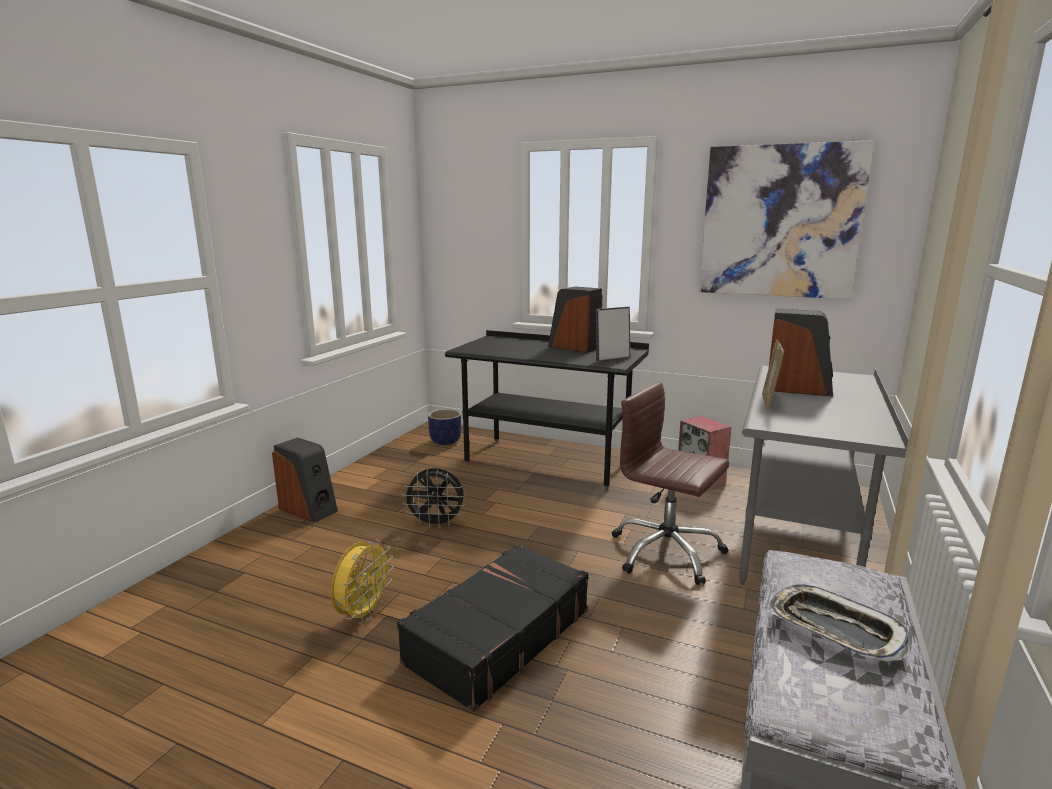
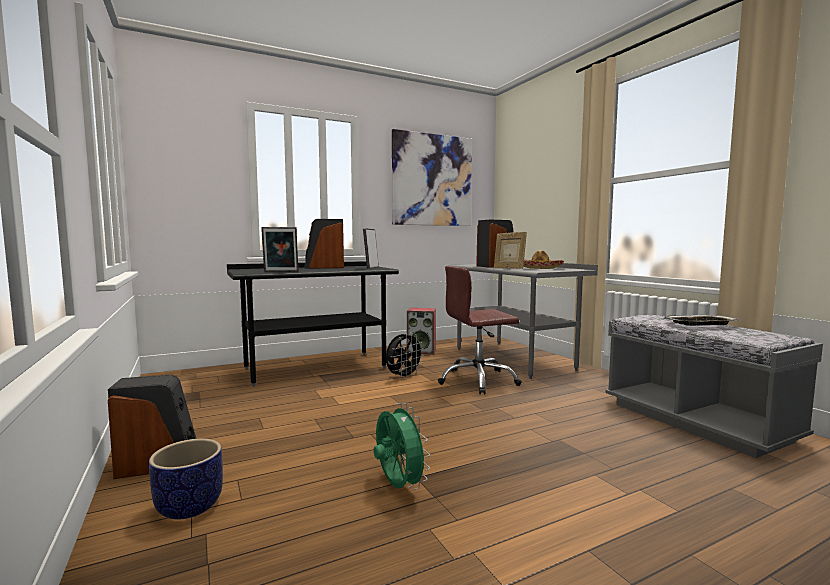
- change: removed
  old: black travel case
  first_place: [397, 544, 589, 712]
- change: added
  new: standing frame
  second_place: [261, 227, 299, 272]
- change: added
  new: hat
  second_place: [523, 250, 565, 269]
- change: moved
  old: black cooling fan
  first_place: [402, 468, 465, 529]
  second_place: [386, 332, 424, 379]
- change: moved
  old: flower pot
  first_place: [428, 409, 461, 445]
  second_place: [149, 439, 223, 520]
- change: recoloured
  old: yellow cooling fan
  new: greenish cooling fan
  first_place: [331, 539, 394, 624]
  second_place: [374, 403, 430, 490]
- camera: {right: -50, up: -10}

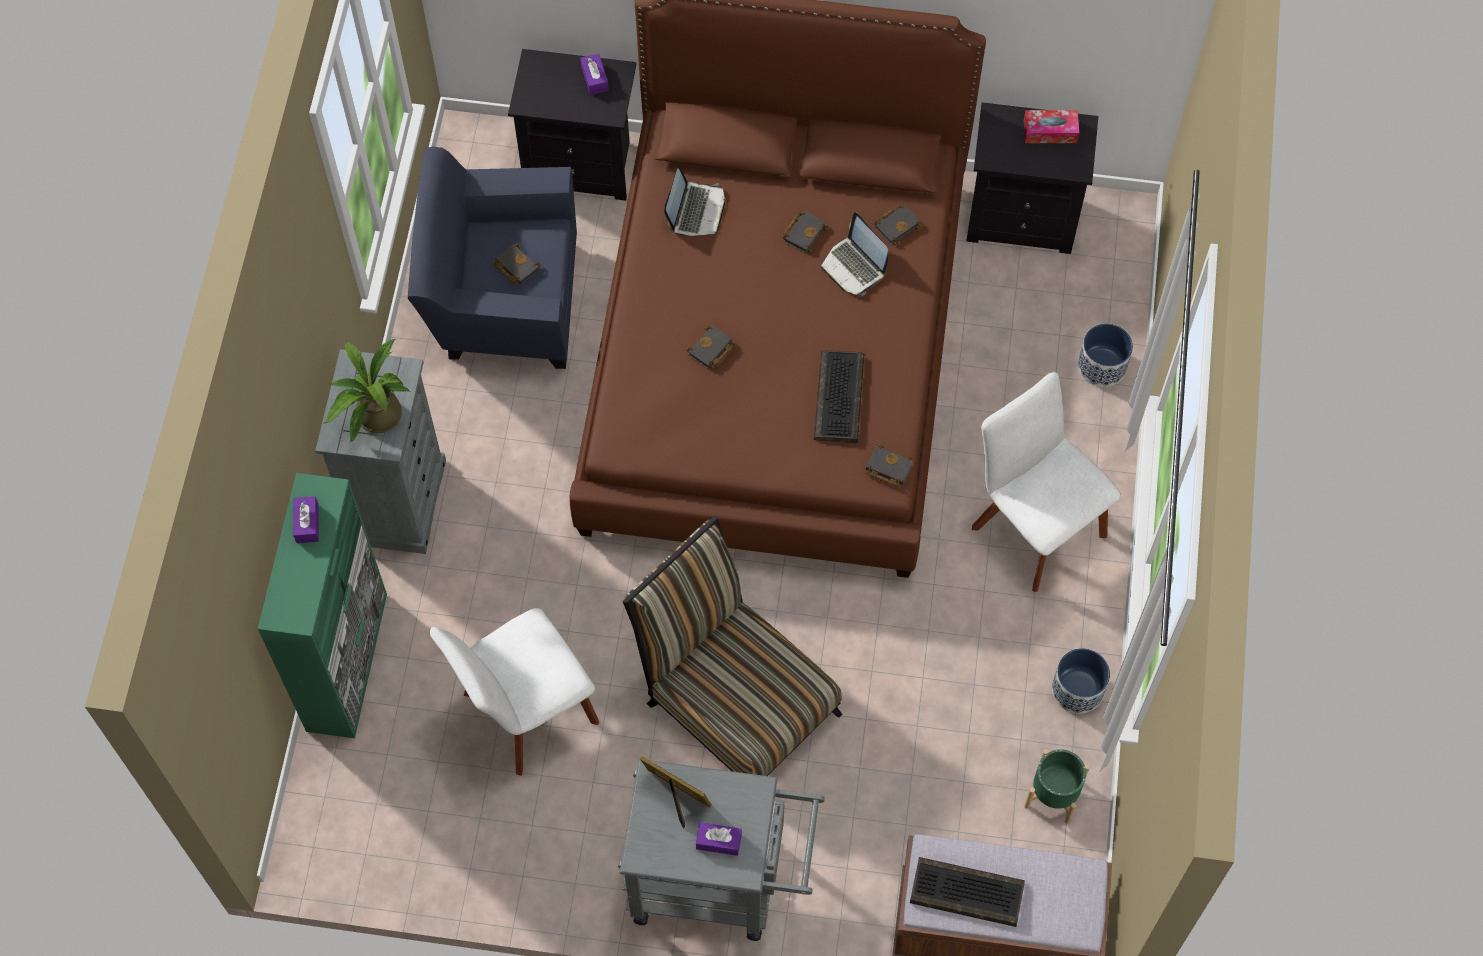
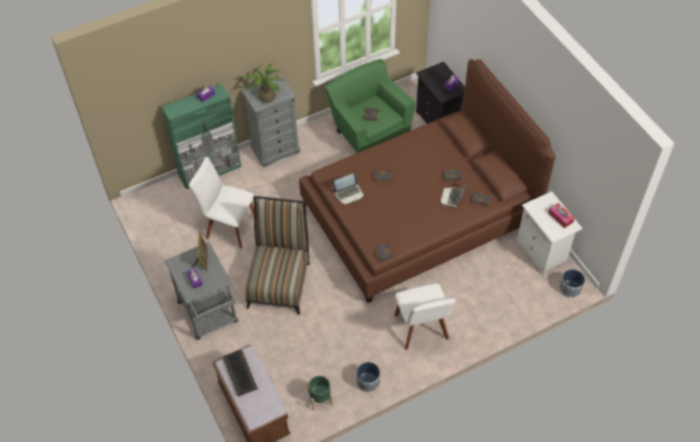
- change: removed
  old: keyboard
  first_place: [814, 350, 864, 443]
- change: moved
  old: notebook computer
  first_place: [664, 167, 725, 236]
  second_place: [332, 174, 365, 205]
- change: moved
  old: flower pot
  first_place: [1078, 323, 1133, 387]
  second_place: [559, 269, 585, 298]
- change: recoloured
  old: bluish easy chair
  new: greenish easy chair
  first_place: [408, 146, 577, 369]
  second_place: [325, 59, 416, 153]
- change: recoloured
  old: black nightstand
  new: white-coloured nightstand
  first_place: [966, 102, 1098, 254]
  second_place: [517, 191, 583, 276]
- change: turned
  old: white-coloured upright chair
  first_place: [972, 372, 1121, 592]
  second_place: [395, 283, 456, 350]
  degrees: 150
- camera: {right: 55, up: -10}

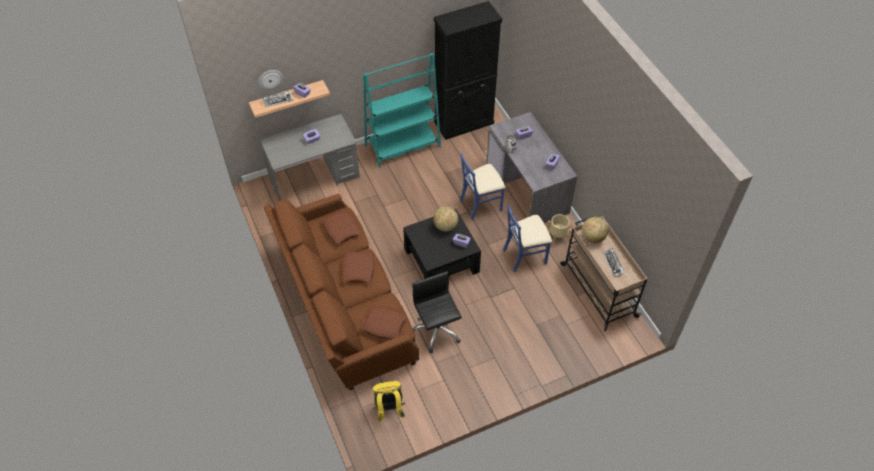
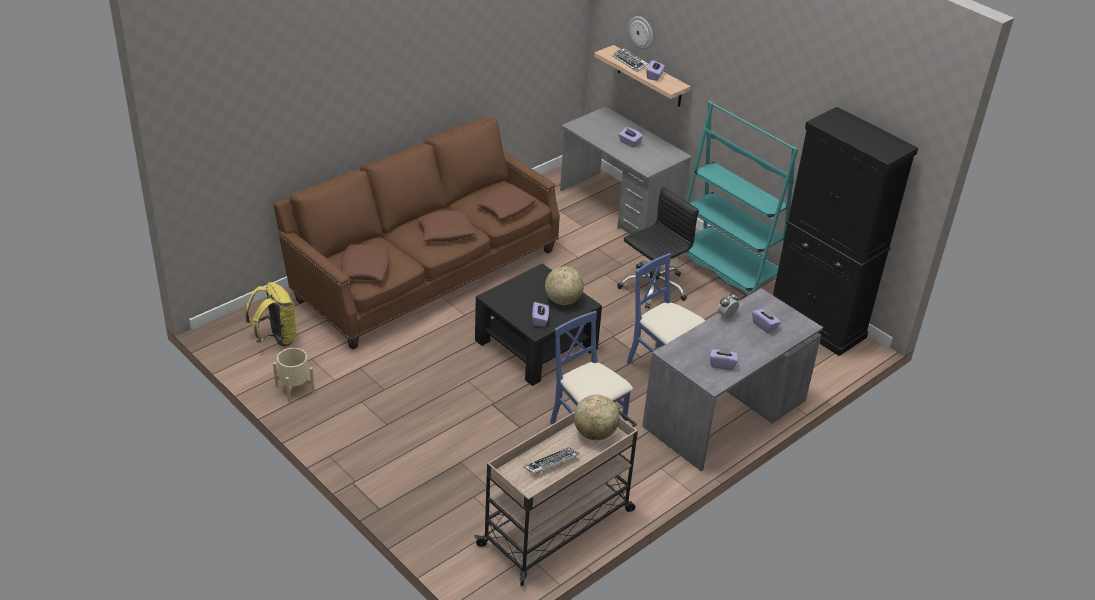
- change: moved
  old: black desk chair
  first_place: [412, 271, 462, 353]
  second_place: [617, 187, 699, 309]
- change: moved
  old: beige flower pot
  first_place: [547, 214, 571, 246]
  second_place: [273, 348, 315, 403]
- camera: {right: 70, up: -15}

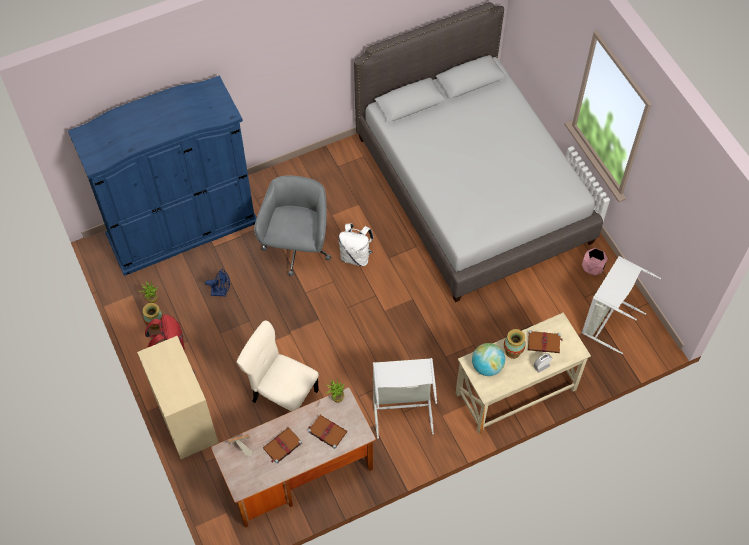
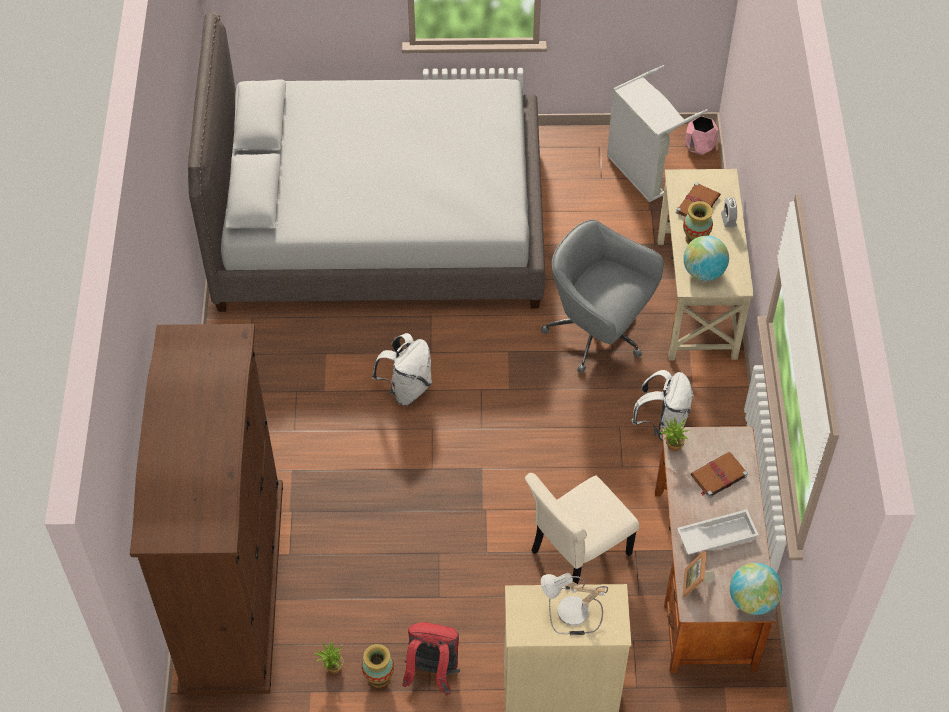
- change: removed
  old: bluish cooling fan
  first_place: [205, 269, 230, 297]
- change: added
  new: tabletop lamp
  second_place: [541, 573, 608, 635]
- change: added
  new: globe
  second_place: [730, 563, 782, 615]
- change: moved
  old: grey desk chair
  first_place: [254, 175, 331, 276]
  second_place: [541, 220, 664, 373]
- change: moved
  old: pink-coloured flower pot
  first_place: [582, 248, 608, 276]
  second_place: [685, 116, 719, 155]
- change: replaced
  old: brown book
  new: white-coloured tray
  first_place: [263, 427, 302, 464]
  second_place: [677, 509, 759, 555]
- change: replaced
  old: grey hamper
  new: white-coloured rucksack
  first_place: [373, 358, 437, 439]
  second_place: [632, 370, 694, 441]
- change: recoloured
  old: bluish clothes cupboard
  new: brown clothes cupboard
  first_place: [68, 75, 257, 276]
  second_place: [130, 324, 283, 695]
- camera: {right: -65, up: -5}

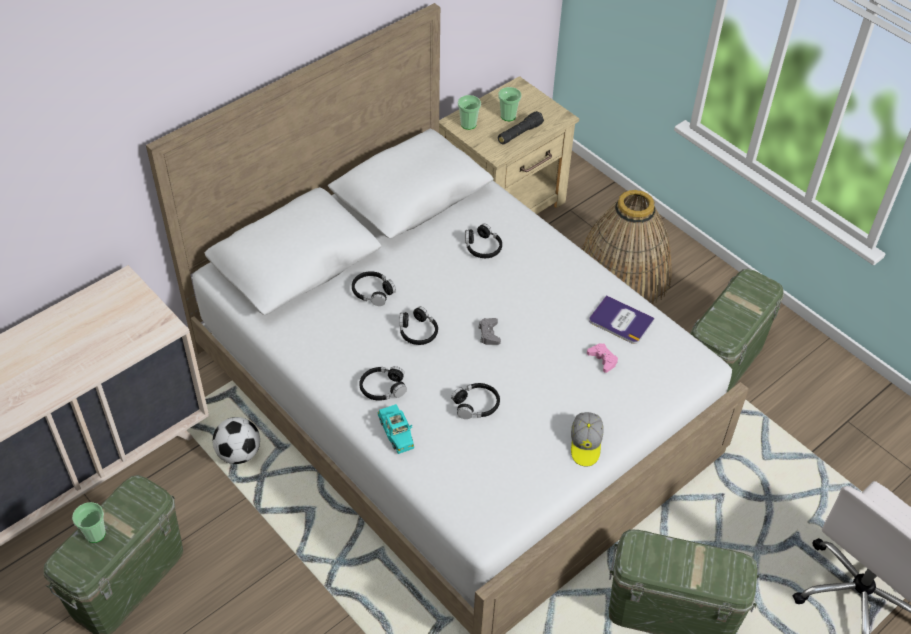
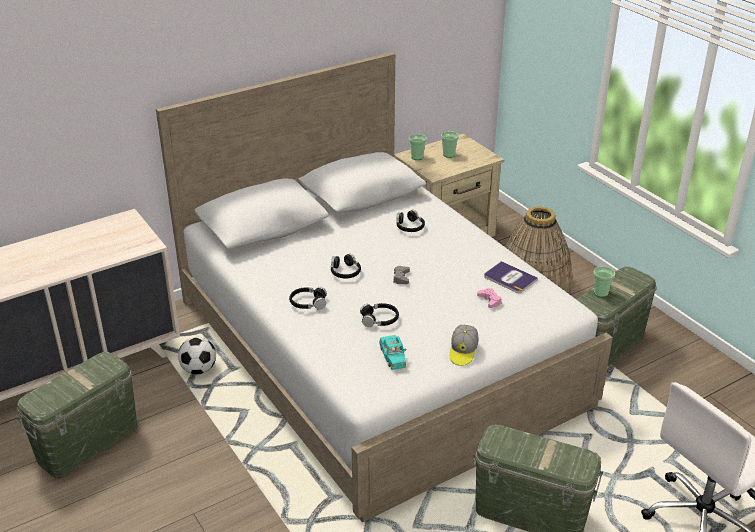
- change: removed
  old: black headphones
  first_place: [352, 271, 396, 306]
- change: removed
  old: black flashlight
  first_place: [498, 111, 544, 145]
- change: moved
  old: small cup
  first_place: [72, 502, 106, 543]
  second_place: [594, 266, 615, 297]
- change: moved
  old: blue-green miniature car
  first_place: [378, 404, 414, 454]
  second_place: [379, 335, 406, 370]
- camera: {right: 10, up: -15}

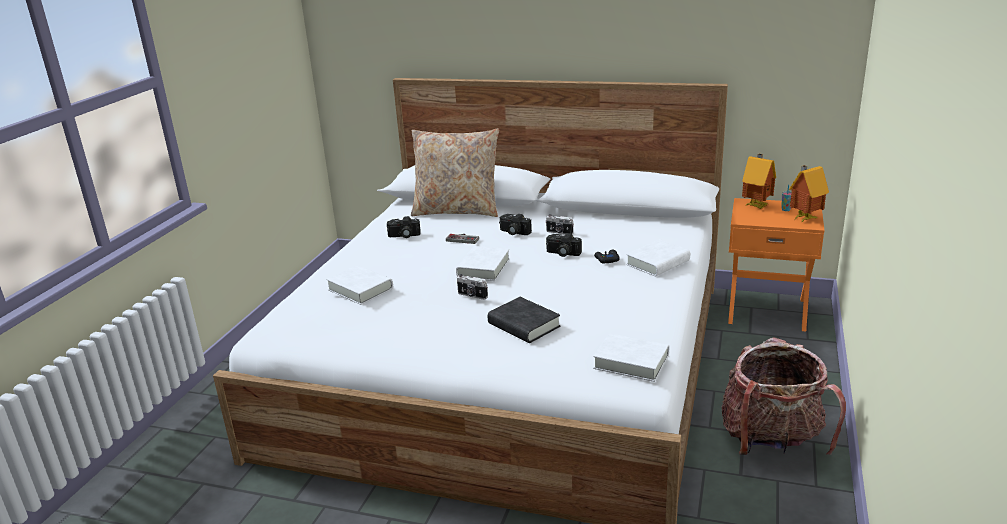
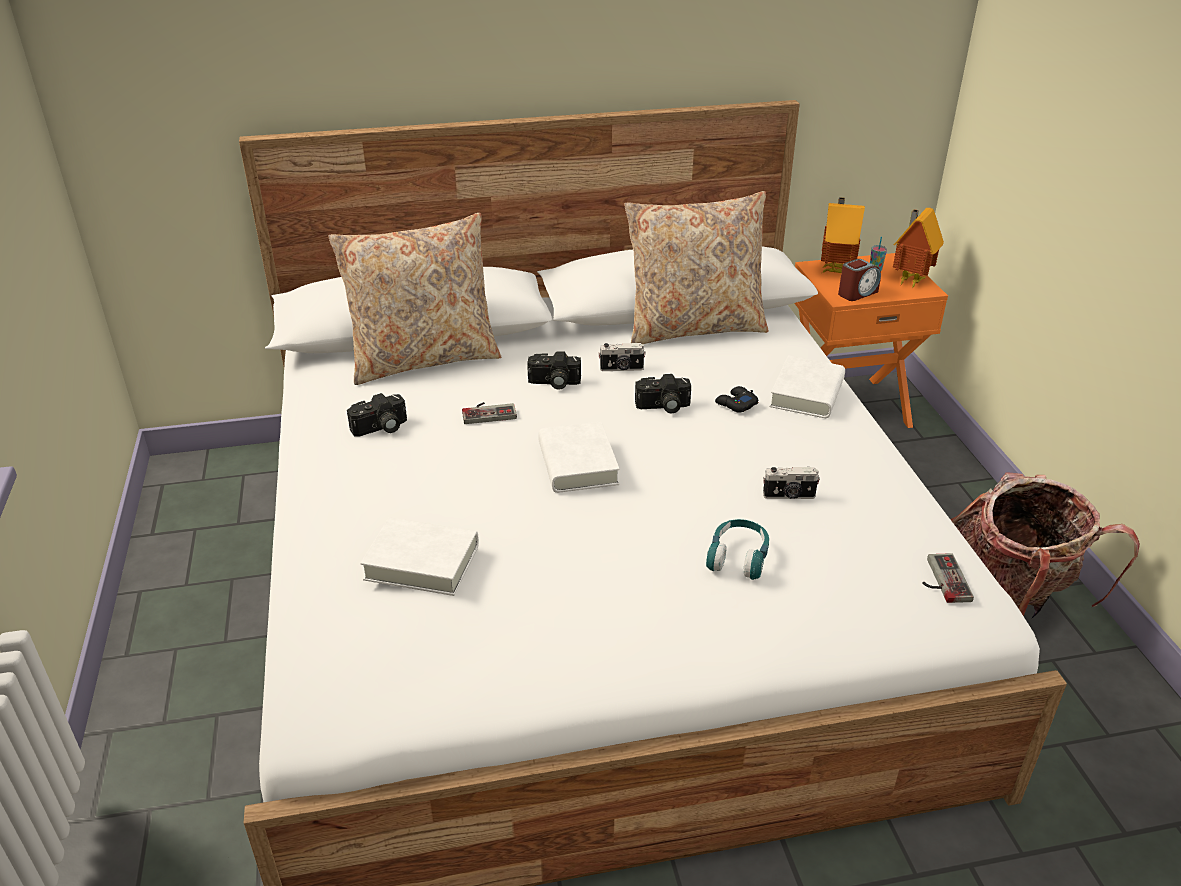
- change: added
  new: beige throw pillow
  second_place: [624, 191, 769, 344]
- change: added
  new: table clock
  second_place: [838, 259, 881, 301]
- change: moved
  old: still camera
  first_place: [457, 274, 488, 300]
  second_place: [763, 467, 820, 499]
- change: replaced
  old: black book
  new: blue-green headphones
  first_place: [488, 297, 560, 343]
  second_place: [706, 519, 769, 580]
- change: replaced
  old: white-coloured book
  new: gamepad
  first_place: [593, 333, 669, 382]
  second_place: [922, 553, 974, 603]
- camera: {right: -30, up: 10}

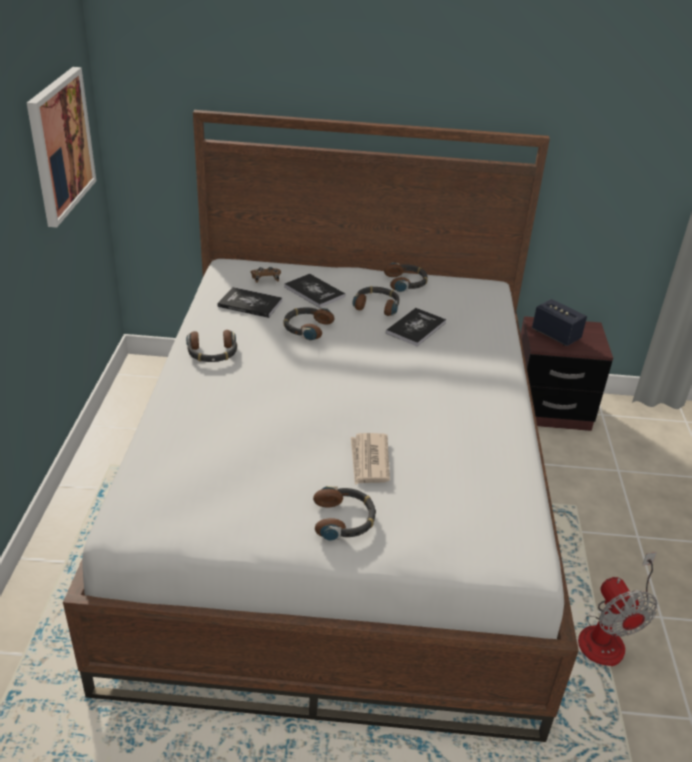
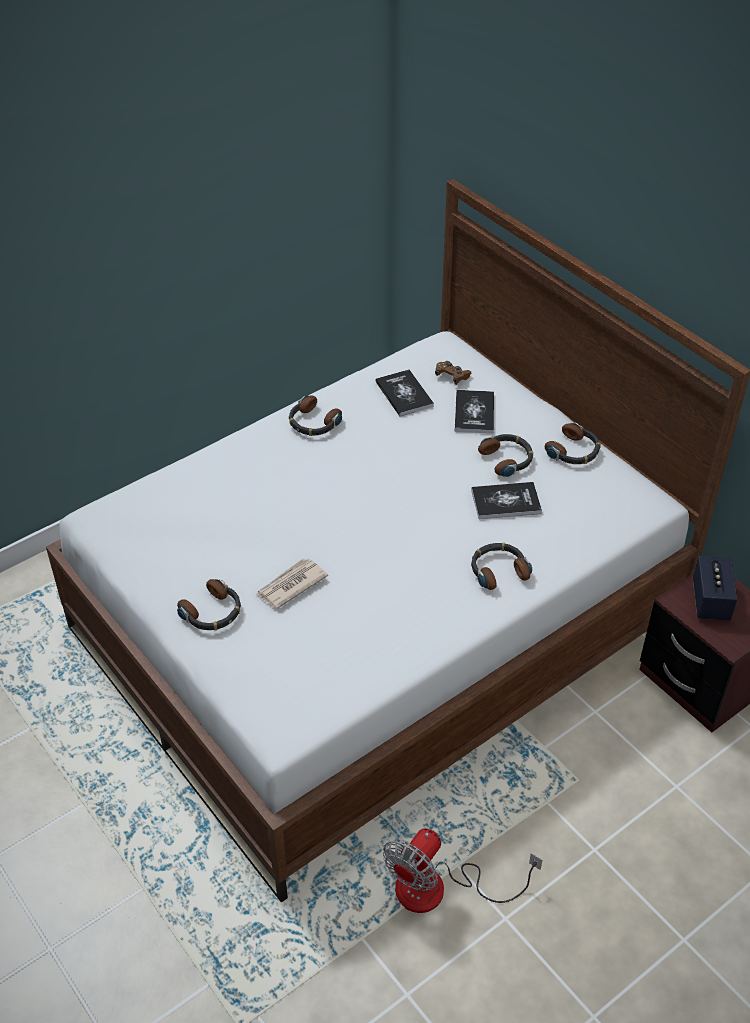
- change: removed
  old: wall art
  first_place: [27, 67, 96, 228]
- change: moved
  old: headphones
  first_place: [284, 307, 335, 341]
  second_place: [471, 543, 532, 590]
- camera: {right: 50, up: 10}

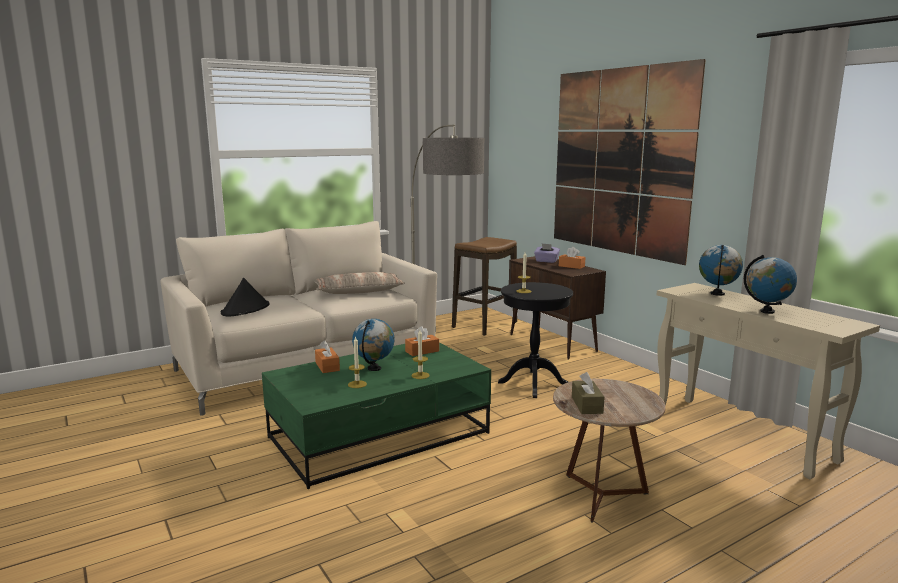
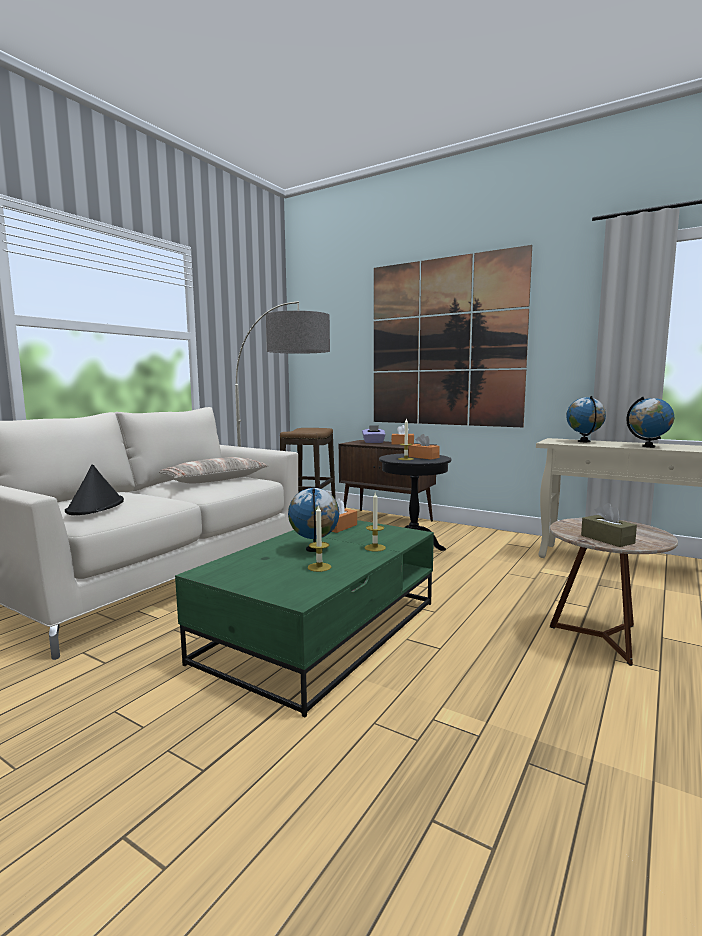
- change: moved
  old: orange box of tissues
  first_place: [315, 340, 340, 373]
  second_place: [408, 434, 440, 460]
- camera: {right: -25, up: -5}

